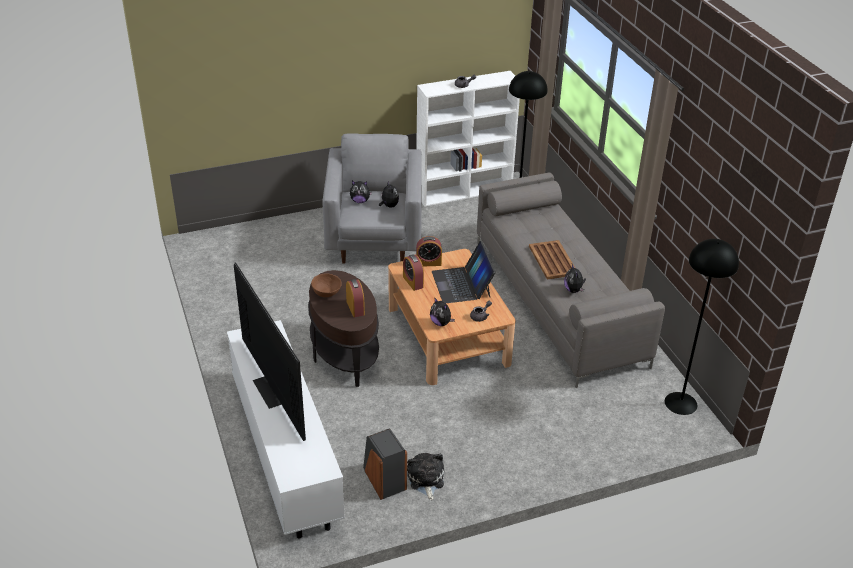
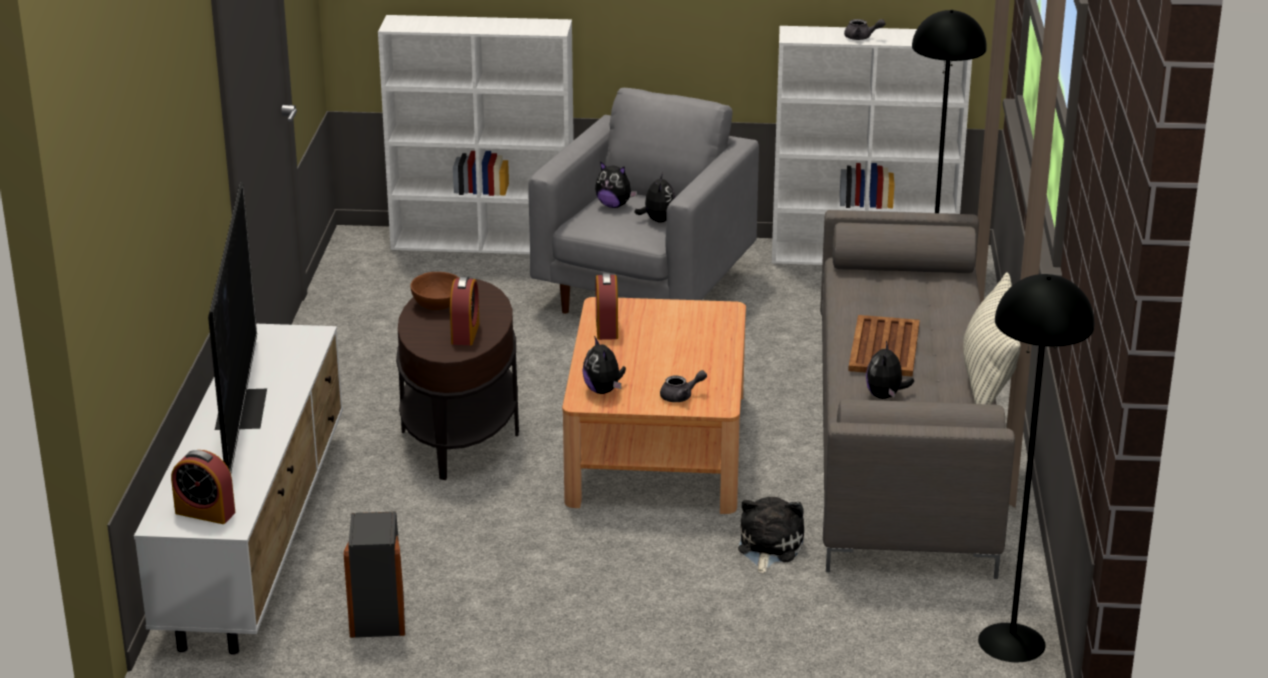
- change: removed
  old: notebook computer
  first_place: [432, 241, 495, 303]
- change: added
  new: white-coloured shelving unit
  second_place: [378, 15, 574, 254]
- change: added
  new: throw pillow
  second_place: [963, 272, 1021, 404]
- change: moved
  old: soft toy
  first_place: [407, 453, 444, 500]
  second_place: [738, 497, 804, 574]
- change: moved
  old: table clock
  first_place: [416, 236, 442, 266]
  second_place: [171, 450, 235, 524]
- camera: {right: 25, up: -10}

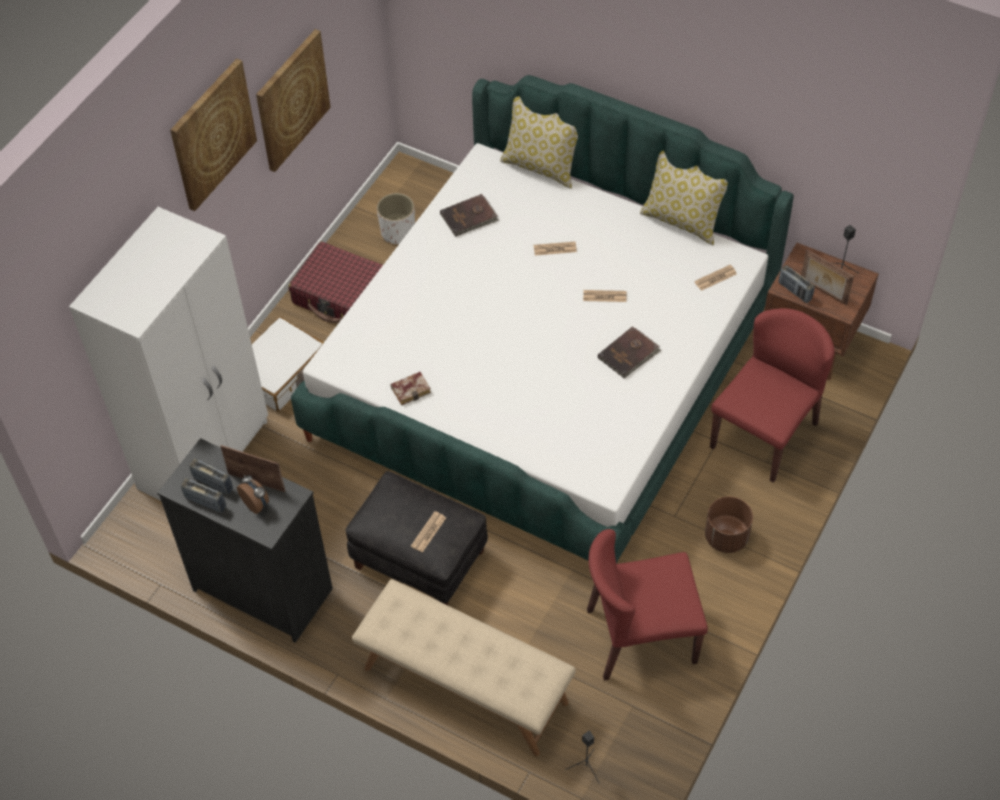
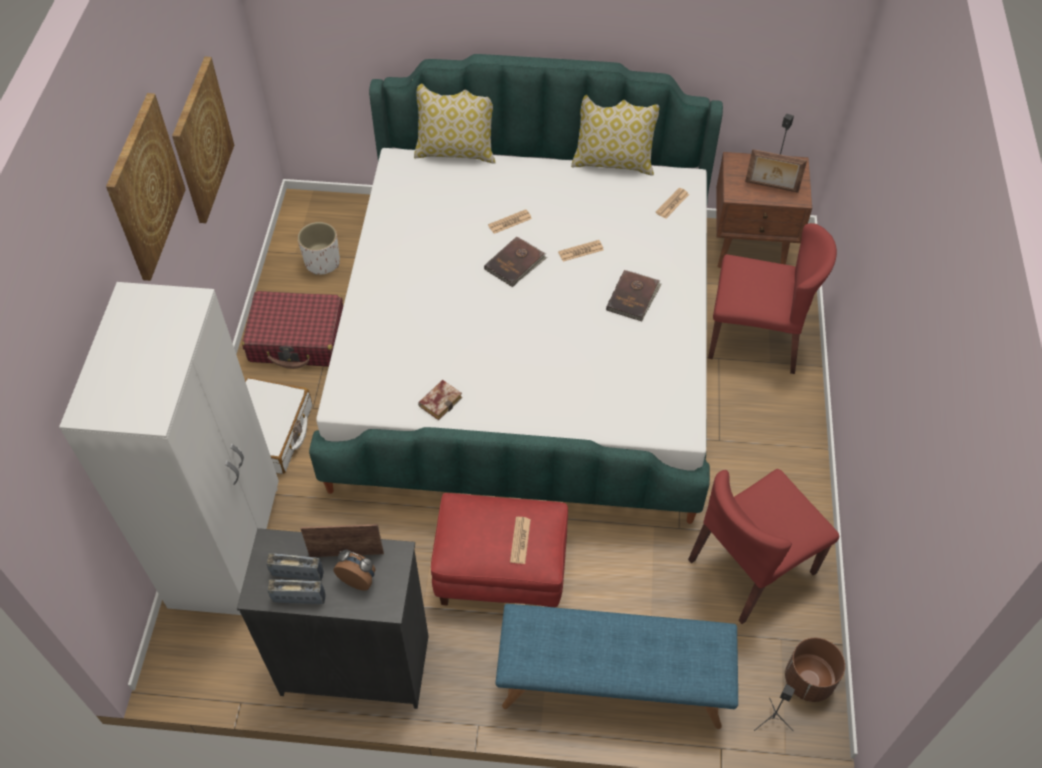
- change: removed
  old: radio
  first_place: [778, 265, 815, 303]
- change: moved
  old: brown book
  first_place: [440, 194, 499, 237]
  second_place: [484, 237, 547, 287]
- change: moved
  old: brown flower pot
  first_place: [705, 497, 753, 553]
  second_place: [785, 638, 845, 702]
- change: recoloured
  old: black footrest
  new: red-coloured footrest
  first_place: [345, 471, 488, 605]
  second_place: [431, 493, 568, 607]
- change: recoloured
  old: beige indoor bench
  new: bluish indoor bench
  first_place: [352, 579, 576, 757]
  second_place: [495, 604, 738, 729]
- change: turned
  old: red-coloured upright chair
  first_place: [710, 308, 835, 483]
  second_place: [708, 223, 837, 374]
  degrees: 90
- camera: {right: -25, up: 0}

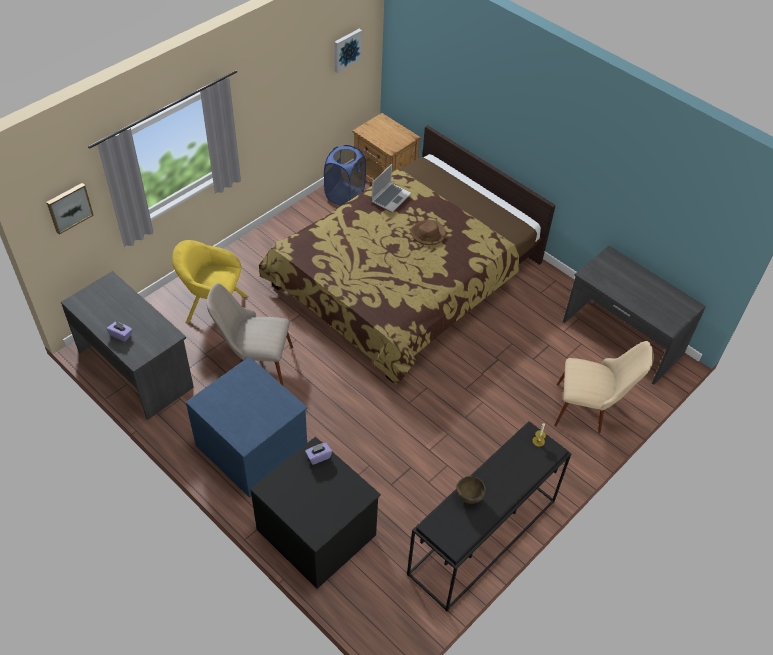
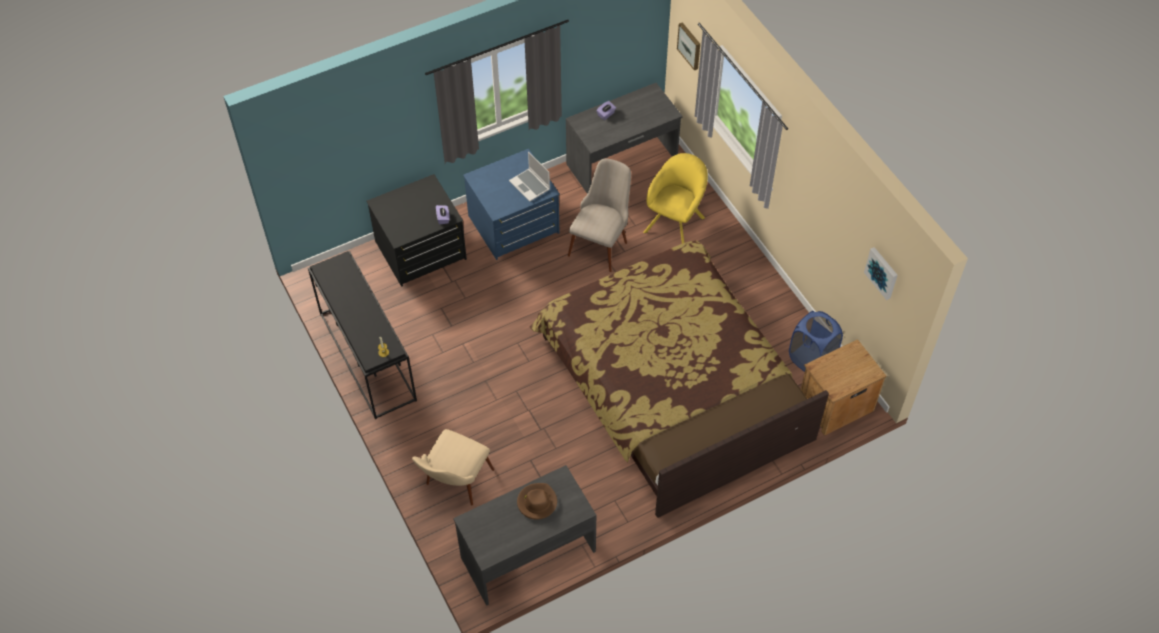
- change: removed
  old: brown serving bowl
  first_place: [456, 476, 486, 504]
- change: moved
  old: notebook computer
  first_place: [371, 164, 411, 212]
  second_place: [509, 152, 550, 202]
- change: moved
  old: brown hat
  first_place: [410, 220, 446, 245]
  second_place: [517, 483, 557, 520]
- camera: {right: 110, up: 5}

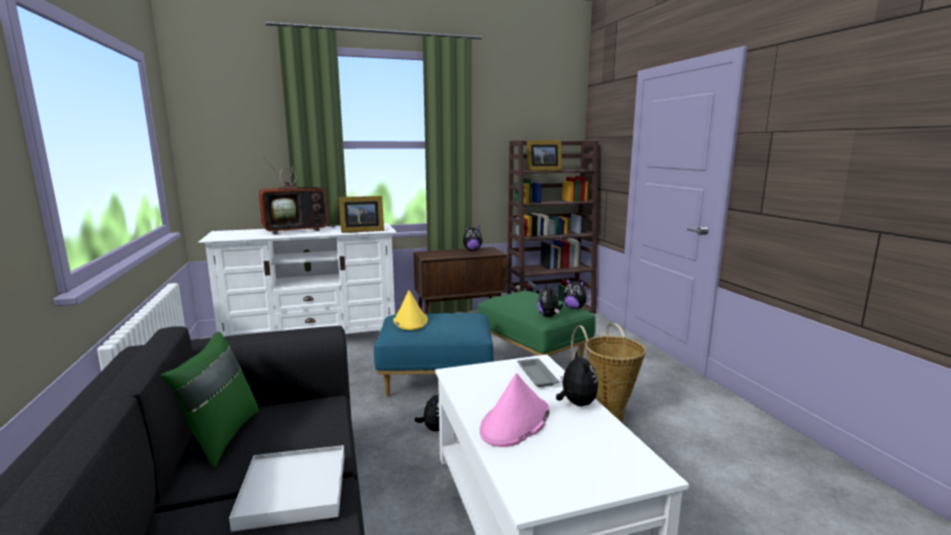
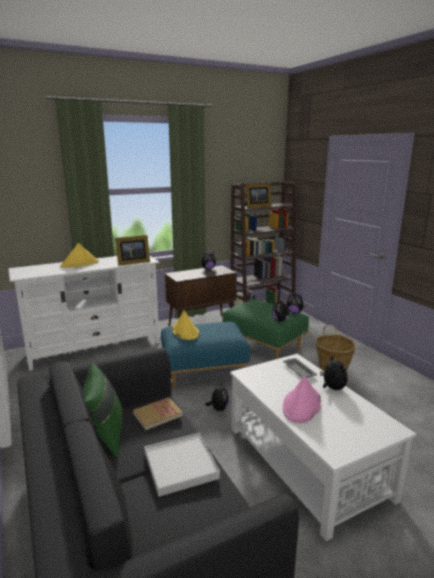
- change: added
  new: book
  second_place: [133, 397, 183, 430]
- change: replaced
  old: TV
  new: yellow hat
  first_place: [258, 151, 336, 234]
  second_place: [60, 243, 99, 268]
- camera: {right: -10, up: 5}

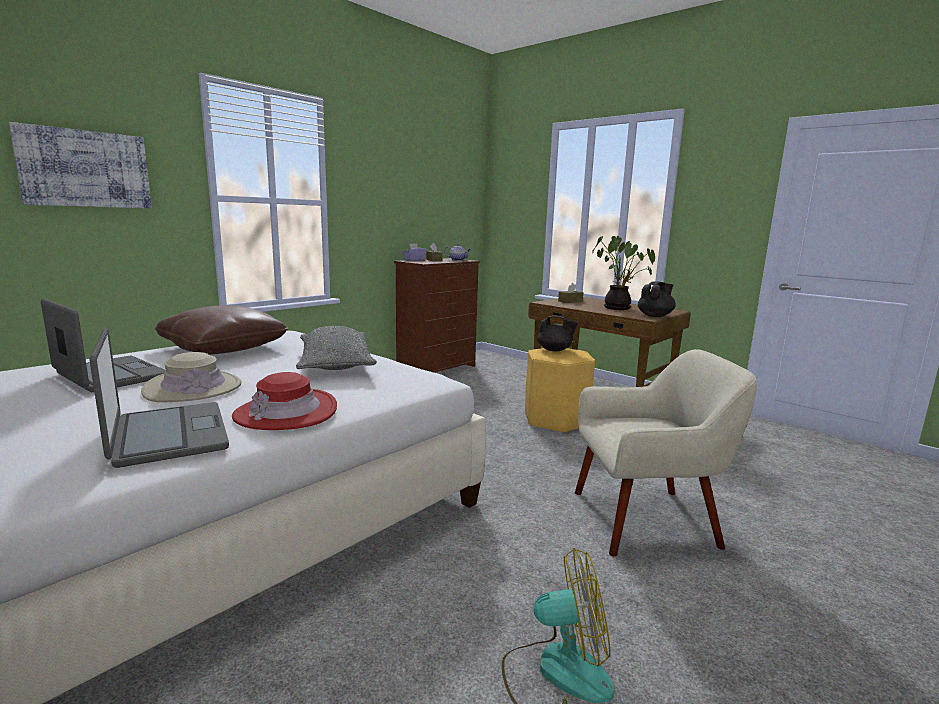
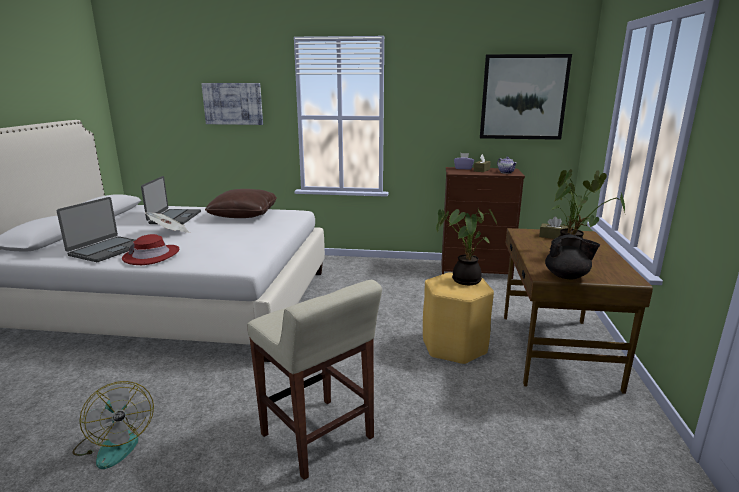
- change: removed
  old: grey throw pillow
  first_place: [296, 326, 377, 370]
- change: added
  new: wall art
  second_place: [480, 54, 572, 140]
- change: replaced
  old: beige hat
  new: printed paper
  first_place: [141, 352, 242, 402]
  second_place: [145, 212, 190, 233]
- change: replaced
  old: black pot for tea
  new: plant in a pot
  first_place: [537, 315, 578, 352]
  second_place: [436, 209, 497, 285]
- change: replaced
  old: beige easy chair
  new: beige stool
  first_place: [575, 349, 757, 557]
  second_place: [247, 280, 382, 480]
- camera: {right: 55, up: 5}

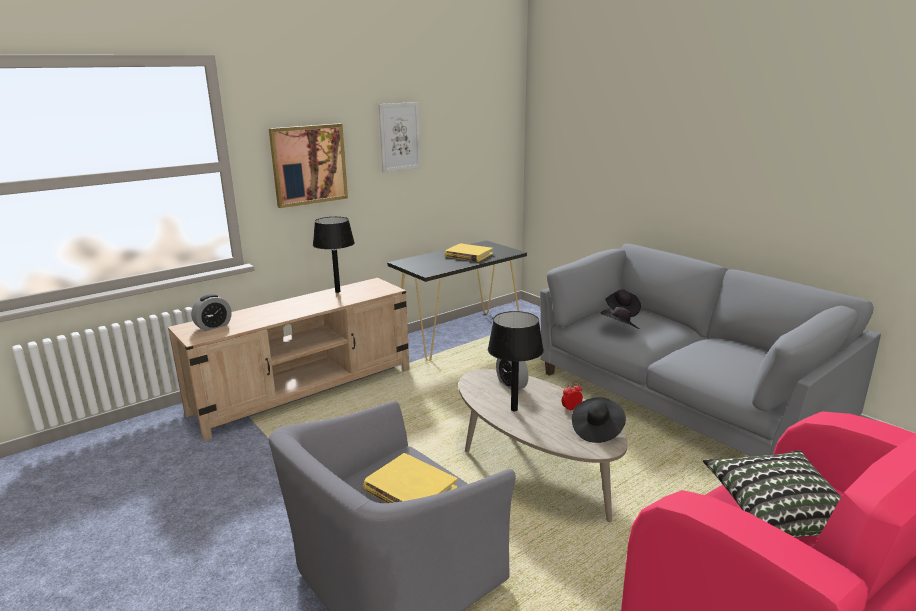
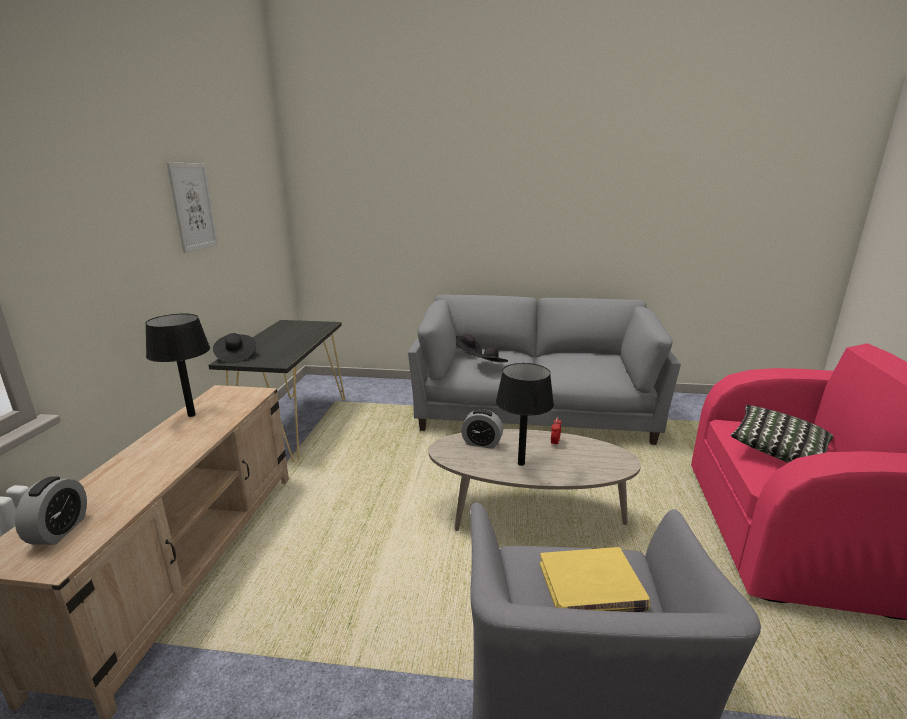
- change: removed
  old: wall art
  first_place: [269, 123, 348, 208]
- change: removed
  old: yellow book
  first_place: [445, 243, 493, 262]
- change: moved
  old: black hat
  first_place: [572, 397, 626, 443]
  second_place: [213, 333, 256, 363]
- camera: {right: -45, up: 0}

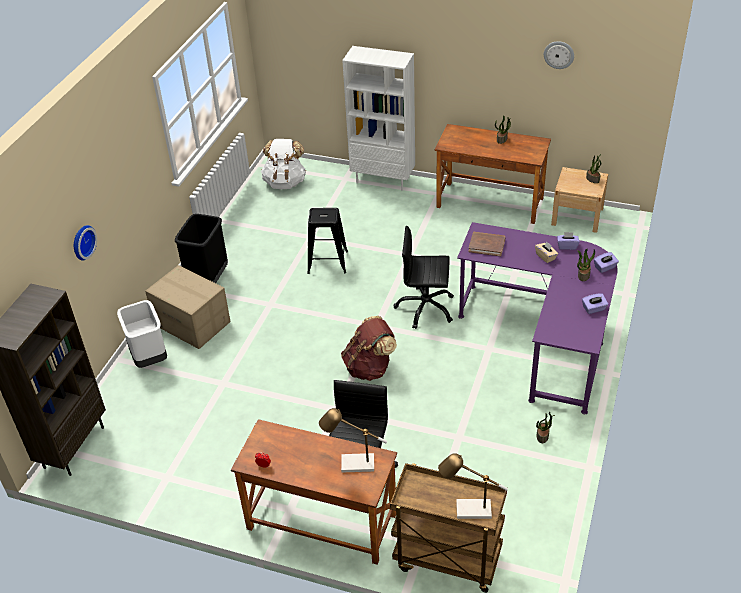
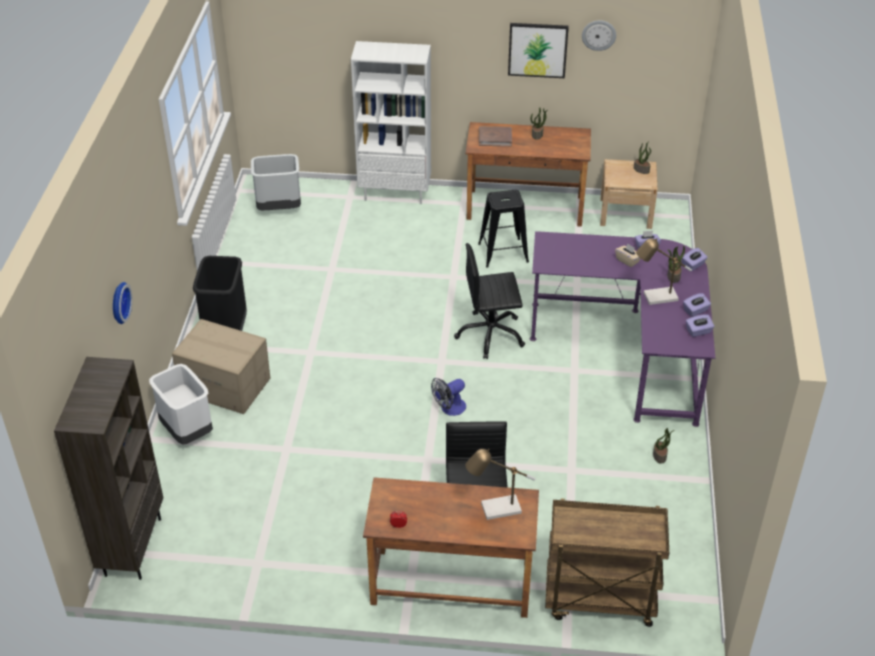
- change: added
  new: wall art
  second_place: [508, 23, 569, 78]
- change: added
  new: purple box of tissues
  second_place: [686, 314, 714, 337]
- change: moved
  old: black stool
  first_place: [307, 208, 348, 274]
  second_place: [478, 190, 529, 268]
- change: moved
  old: tabletop lamp
  first_place: [438, 453, 508, 519]
  second_place: [636, 238, 692, 305]
- change: moved
  old: brown book
  first_place: [468, 232, 505, 256]
  second_place: [479, 126, 512, 146]
- change: replaced
  old: white-coloured rucksack
  new: grey rubbish bin
  first_place: [261, 139, 306, 189]
  second_place: [251, 154, 301, 210]
- change: replaced
  old: brown rucksack
  new: cooling fan
  first_place: [341, 316, 397, 381]
  second_place: [431, 378, 466, 416]
- camera: {right: -15, up: 0}

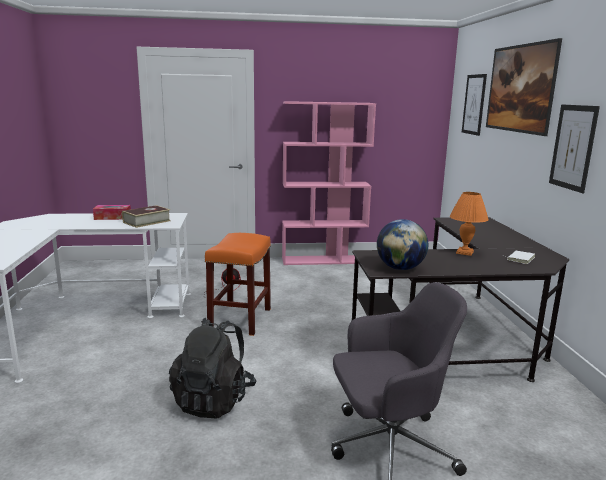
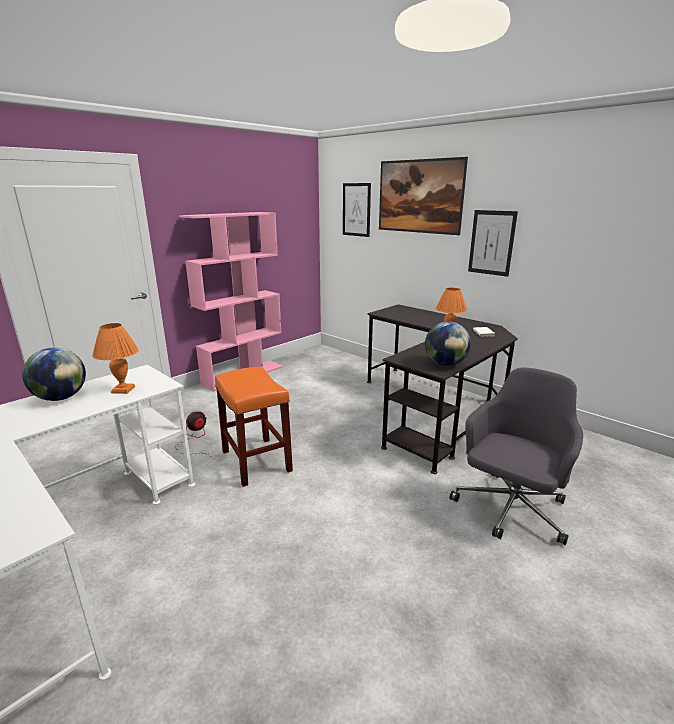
- change: removed
  old: black rucksack
  first_place: [169, 318, 256, 418]
- change: replaced
  old: box of tissues
  new: globe
  first_place: [93, 205, 131, 220]
  second_place: [22, 348, 86, 401]
- change: replaced
  old: book
  new: orange tabletop lamp
  first_place: [122, 205, 171, 228]
  second_place: [93, 323, 139, 394]
- camera: {right: -40, up: 5}

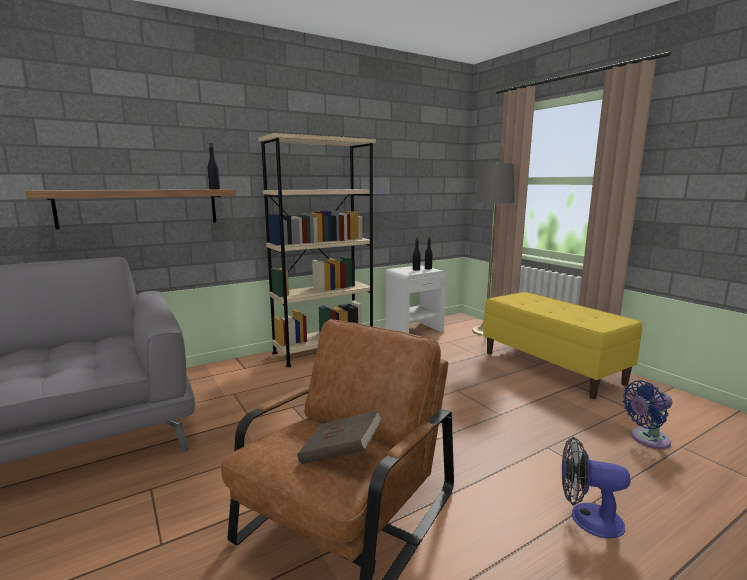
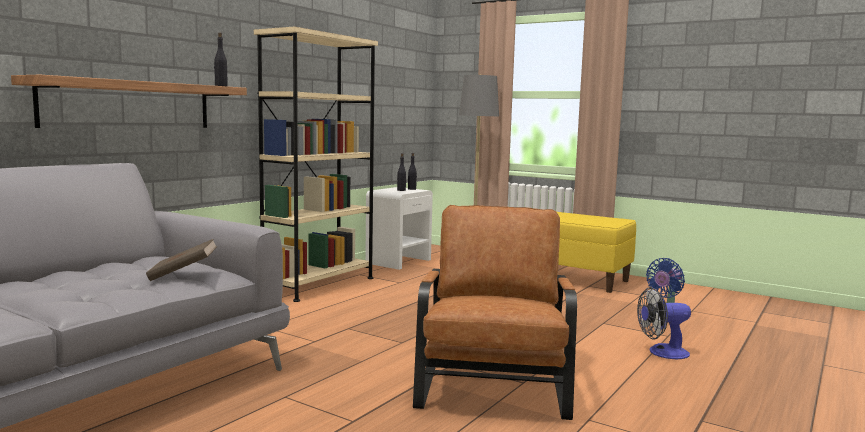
- change: moved
  old: brown book
  first_place: [297, 410, 383, 464]
  second_place: [146, 239, 217, 281]
- camera: {right: -25, up: -5}

